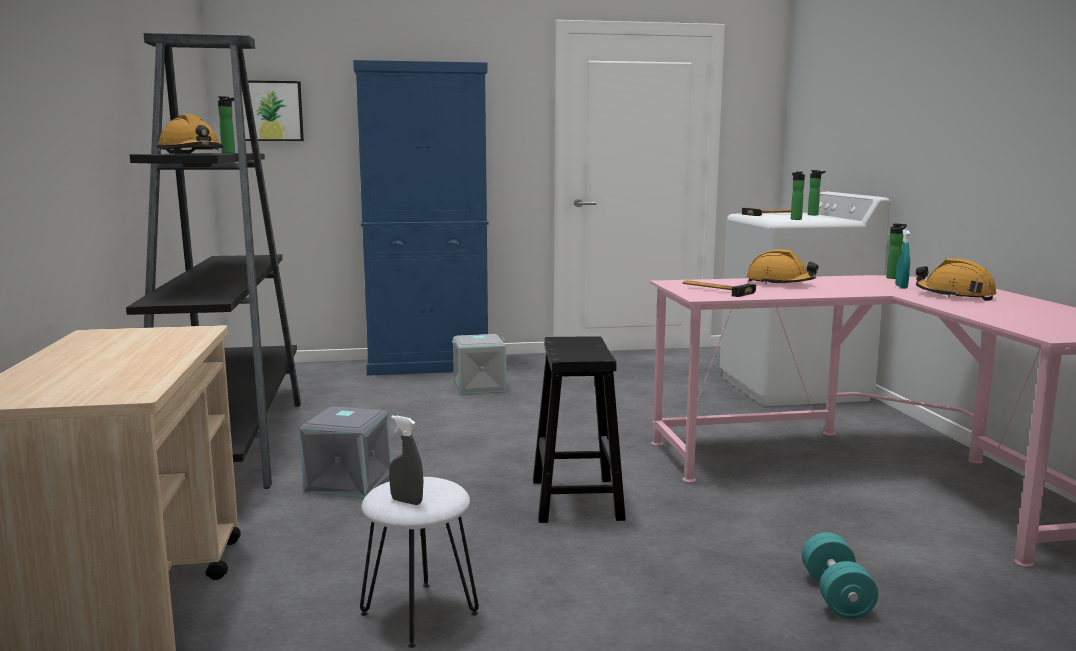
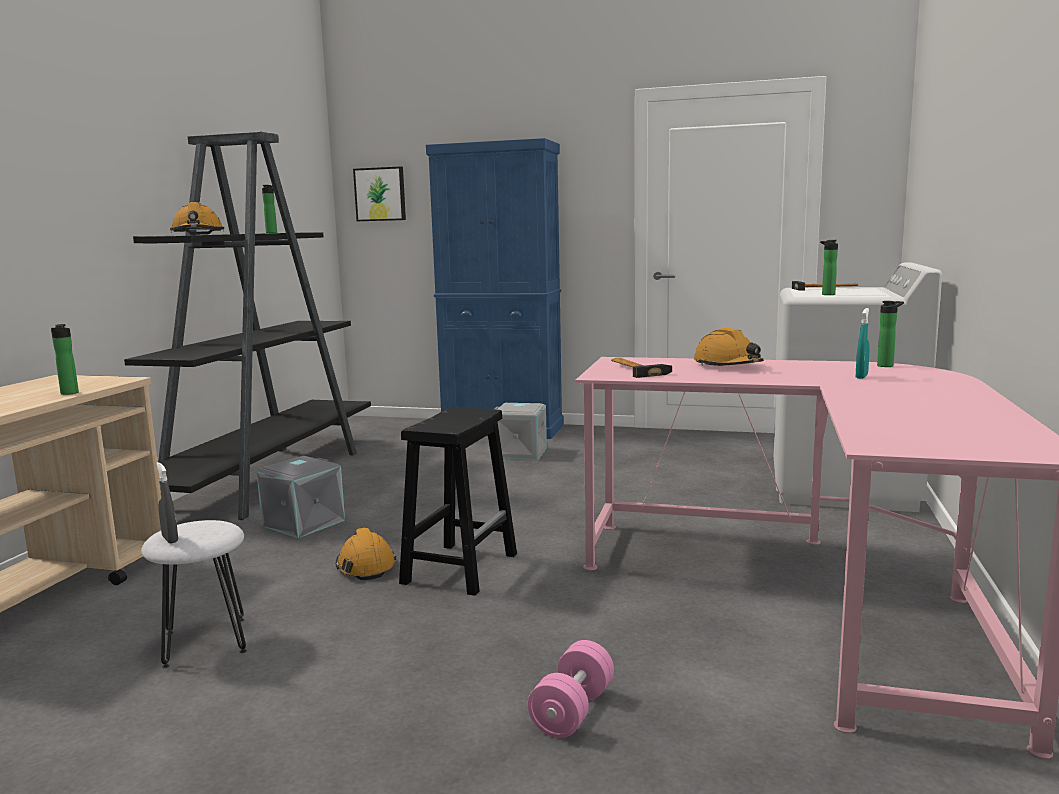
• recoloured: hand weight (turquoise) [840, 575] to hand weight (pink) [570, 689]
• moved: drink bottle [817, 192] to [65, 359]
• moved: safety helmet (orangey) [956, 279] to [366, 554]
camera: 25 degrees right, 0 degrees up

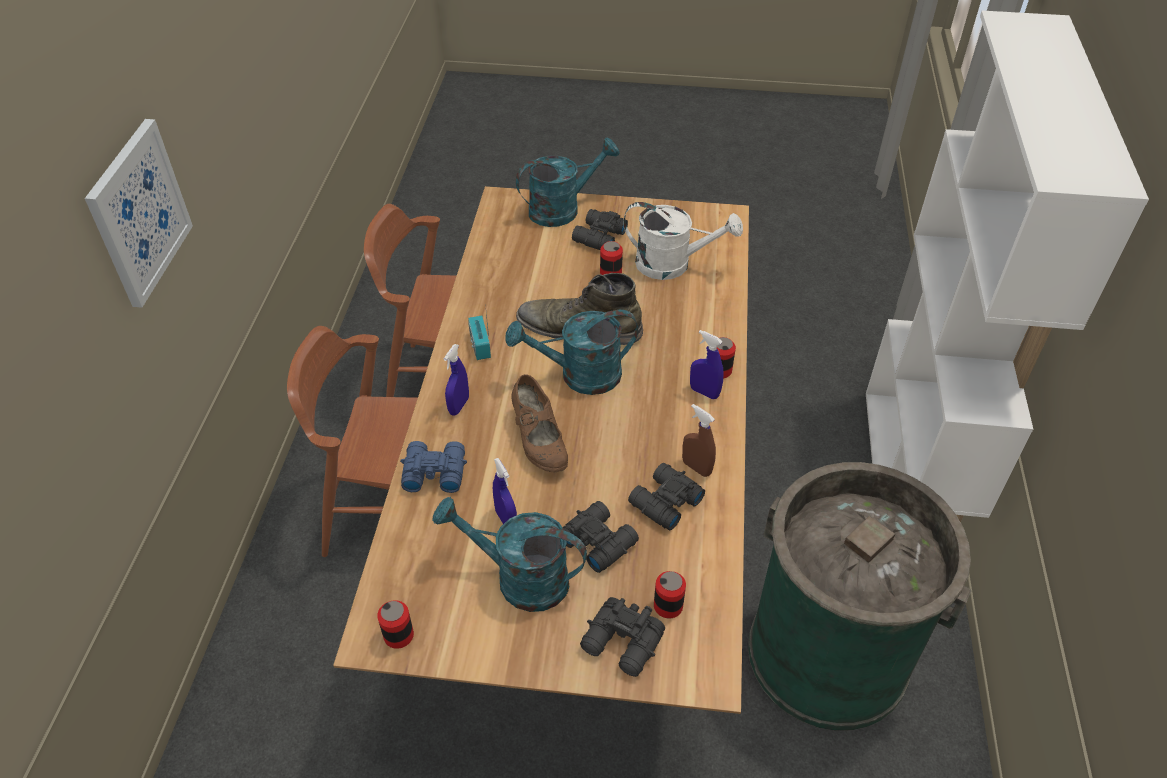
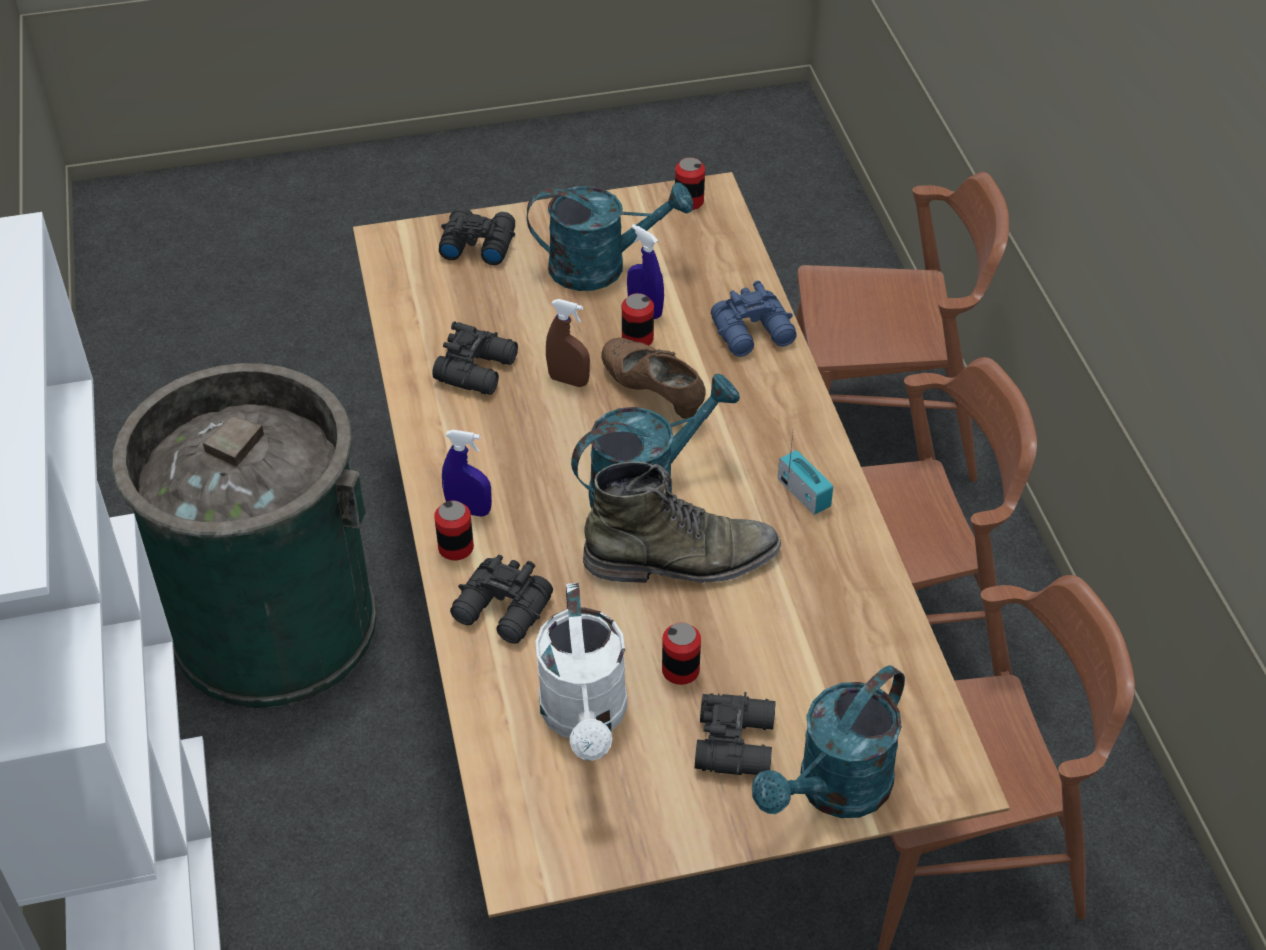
• removed: wall art [139, 213]
• removed: spray bottle (blue) [456, 380]
• moved: field glasses (blackish) [600, 537] to [501, 599]
• turned: watering pot (white-coloured) [683, 241] = [581, 672] 90 degrees counterclockwise
• moved: sealed can [670, 594] to [638, 319]
• moved: spray bottle (brown-coloured) [699, 440] to [568, 343]
• added: plain chair (brown-coloured) [902, 327]
camera: 160 degrees right, 0 degrees up

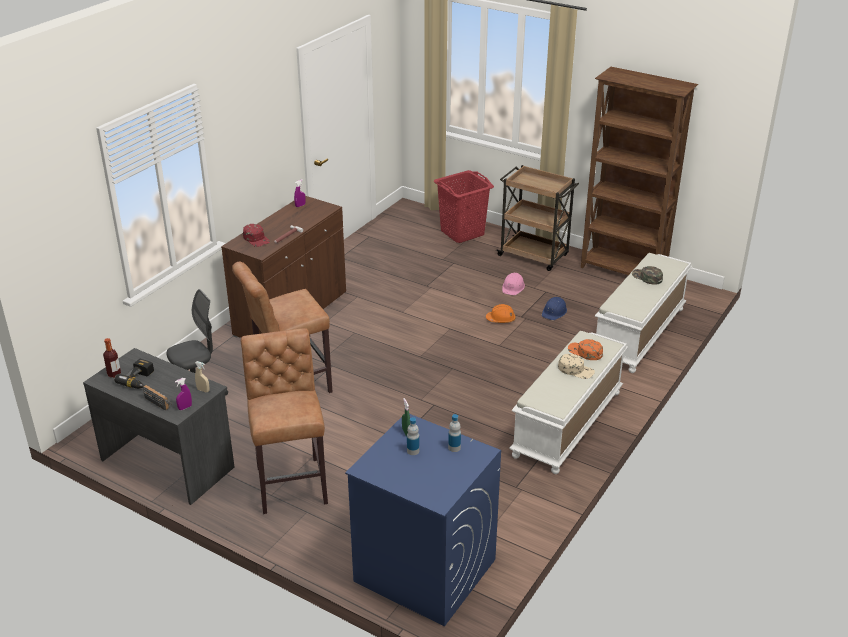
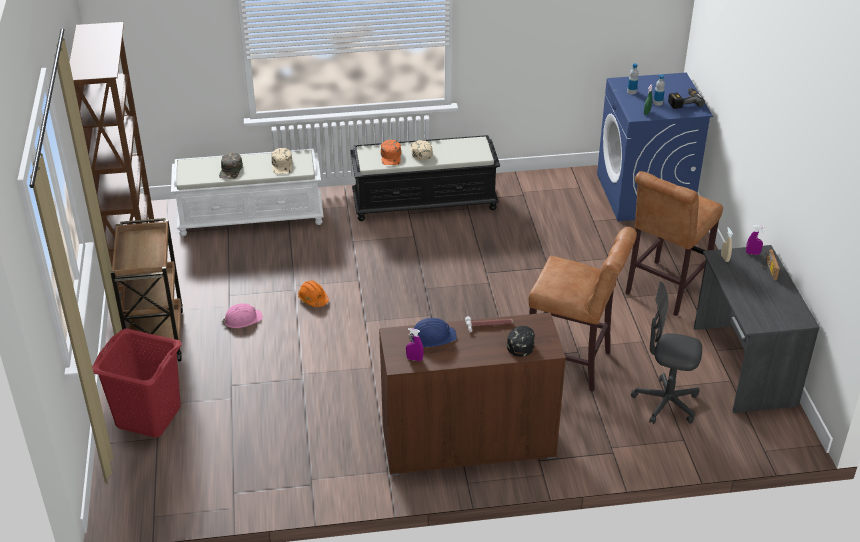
• removed: drink bottle [112, 358]
• moved: power drill [134, 374] to [686, 98]
• recoloured: cap (red) [256, 235] to cap (blackish) [521, 341]
• recoloured: indoor bench (white-coloured) [568, 402] to indoor bench (blackish) [425, 178]
• moved: safety helmet (blue) [554, 308] to [432, 332]
• added: cap (sand-coloured) [282, 161]
camera: 130 degrees left, 5 degrees up

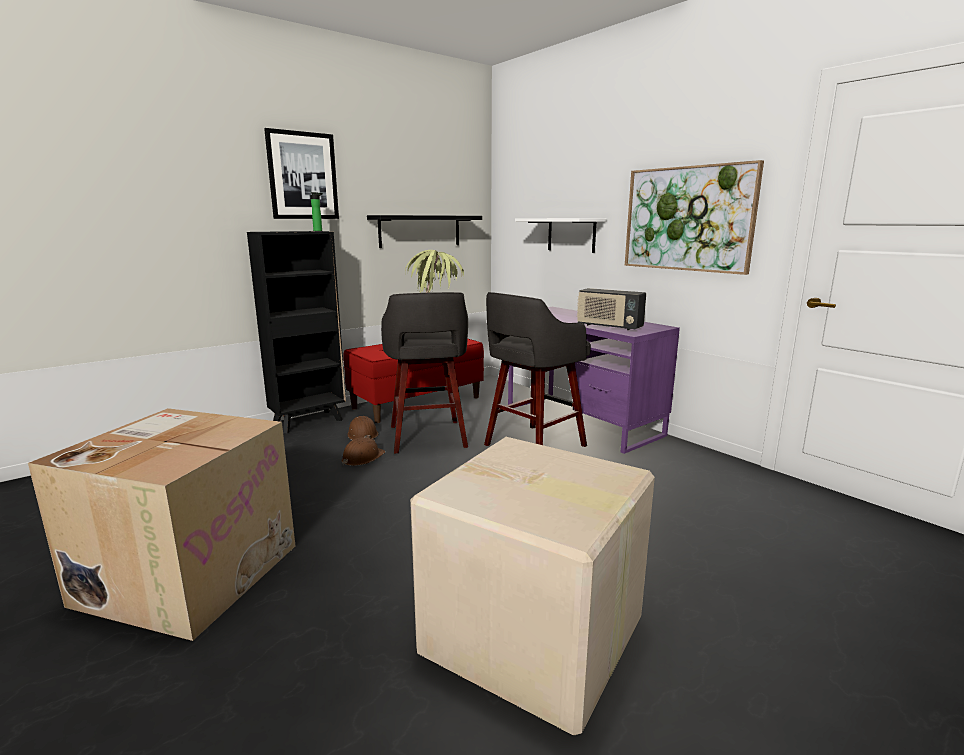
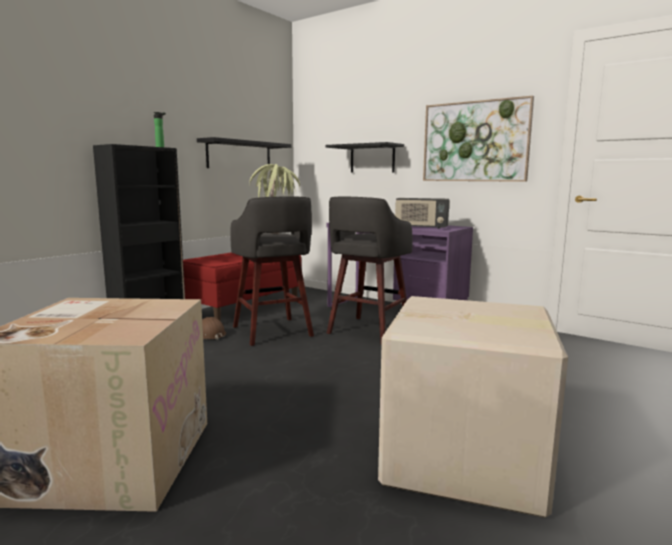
• removed: wall art [301, 173]
• removed: safety helmet (brown-coloured) [363, 451]
• recoloured: wall shelf (white-coloured) [560, 235] to wall shelf (blackish) [364, 157]
camera: 15 degrees left, 5 degrees down

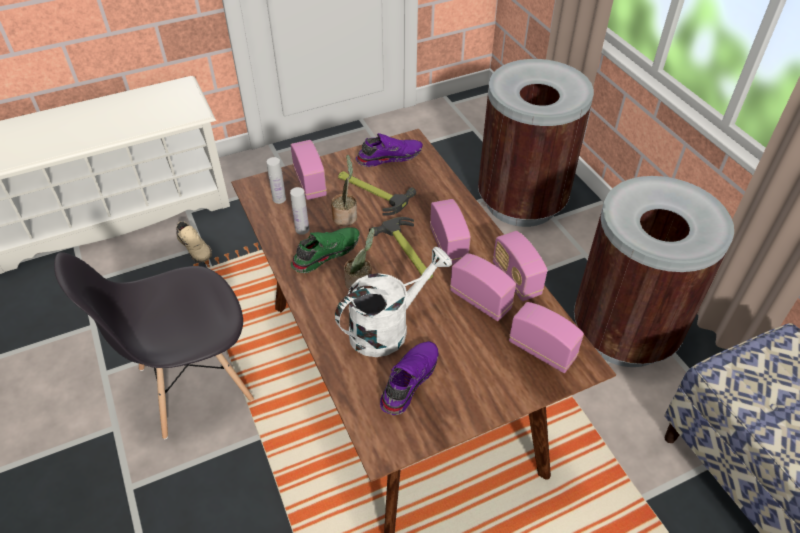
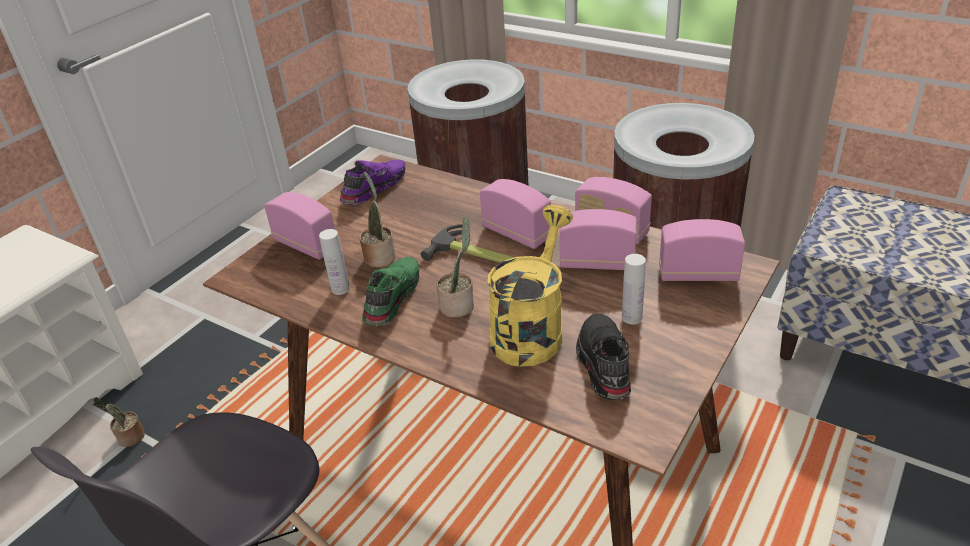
• replaced: item of footwear (sand-coloured) [194, 242] to potted plant [119, 422]
• moved: drink bottle (white-coloured) [276, 180] to [634, 289]
• recoloured: watering pot (white-coloured) [393, 302] to watering pot (yellow) [530, 286]
• removed: hammer [377, 193]
• recoloured: item of footwear (purple) [409, 378] to item of footwear (blackish) [603, 357]
camera: 30 degrees left, 10 degrees down

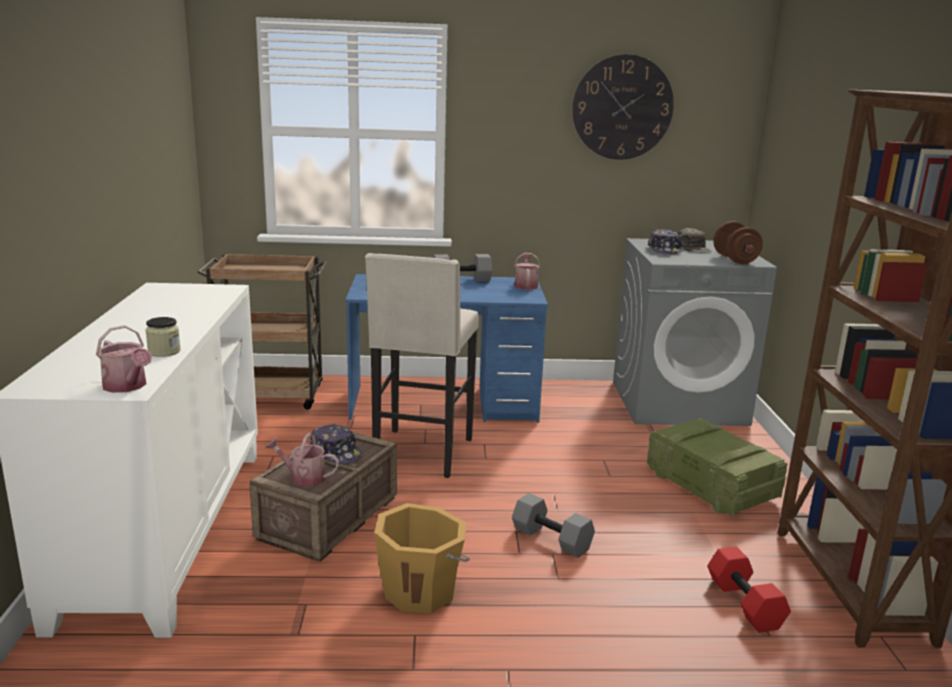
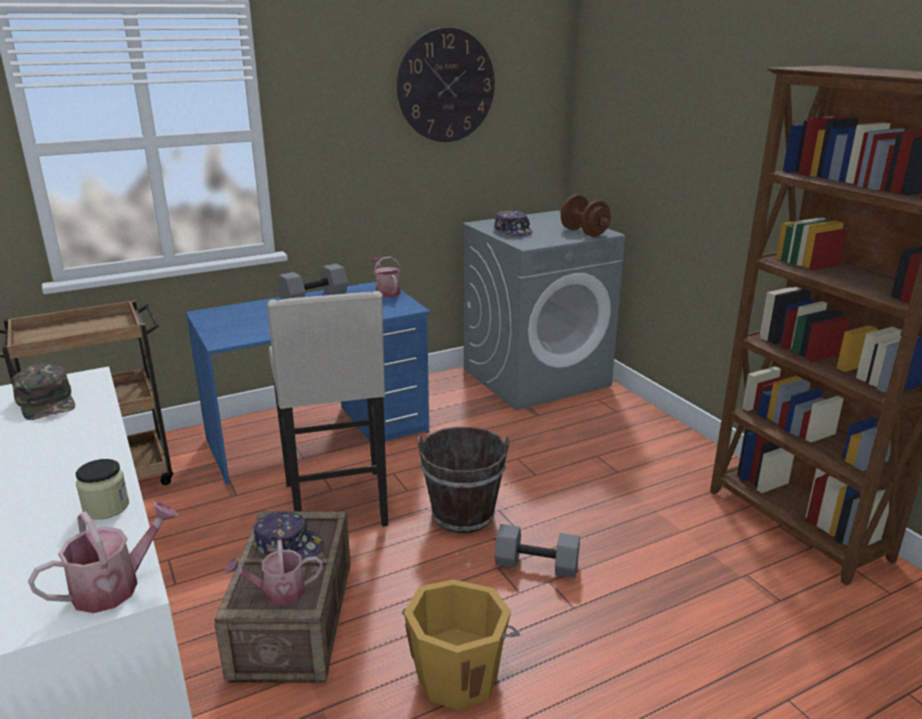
• turned: watering pot [124, 359] = [103, 557] 60 degrees counterclockwise
• removed: packing crate [717, 466]
• moved: cap (greenish) [695, 240] to [43, 391]
• removed: hand weight (red) [749, 590]
• added: pail (brown-coloured) [463, 480]
camera: 25 degrees left, 5 degrees up

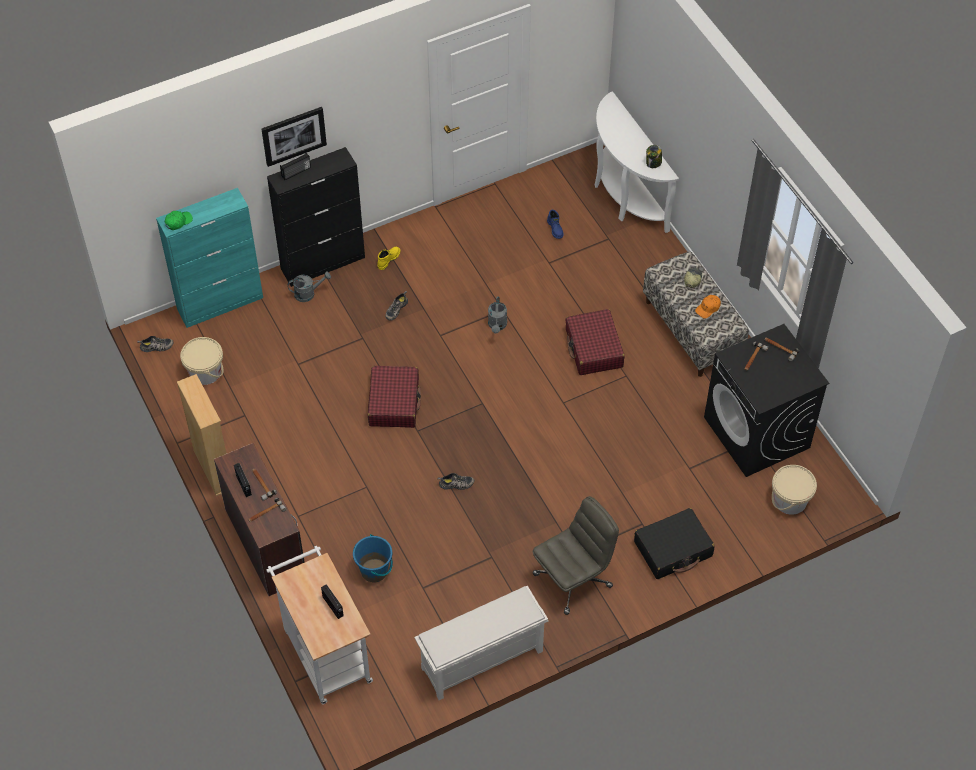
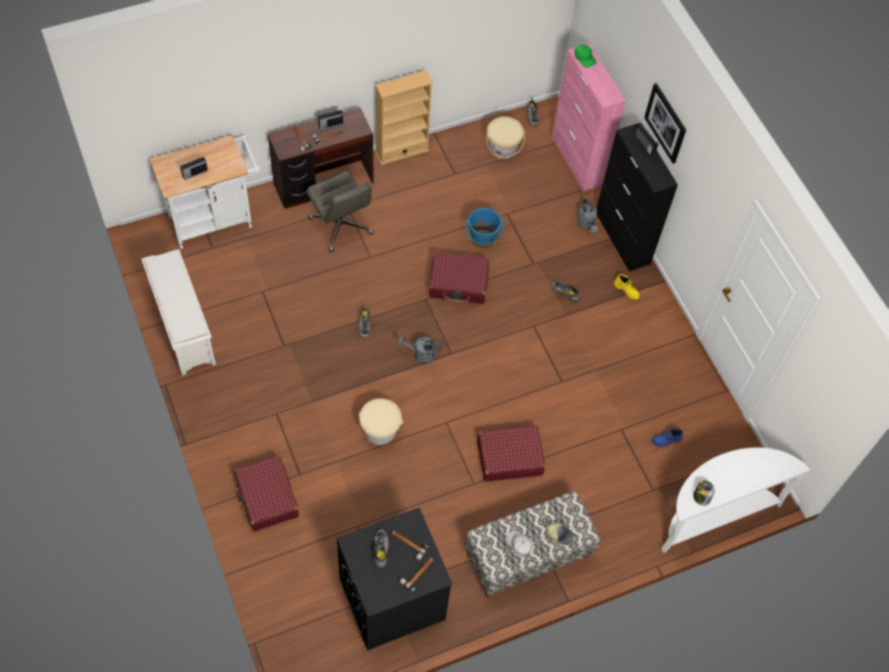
• recoloured: storage cabinet (turquoise) [209, 258] to storage cabinet (pink) [588, 117]
• moved: pail (blue) [373, 558] to [484, 228]
• moved: watering pot (grey) [497, 315] to [419, 350]
• moved: computer chair (grey) [575, 555] to [340, 211]
• recoloured: suitcase (blackish) [674, 543] to suitcase (red) [266, 493]
• recoloured: cap (orangey) [708, 307] to cap (white-coloured) [519, 543]
• moved: pail (sand-coloured) [794, 490] to [381, 421]
• added: item of footwear [381, 548]
camera: 90 degrees right, 5 degrees up

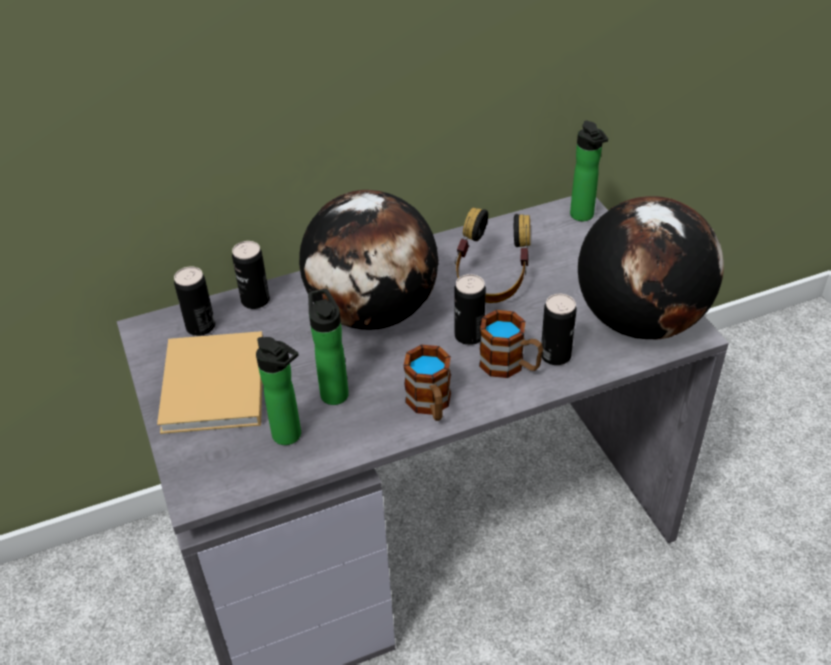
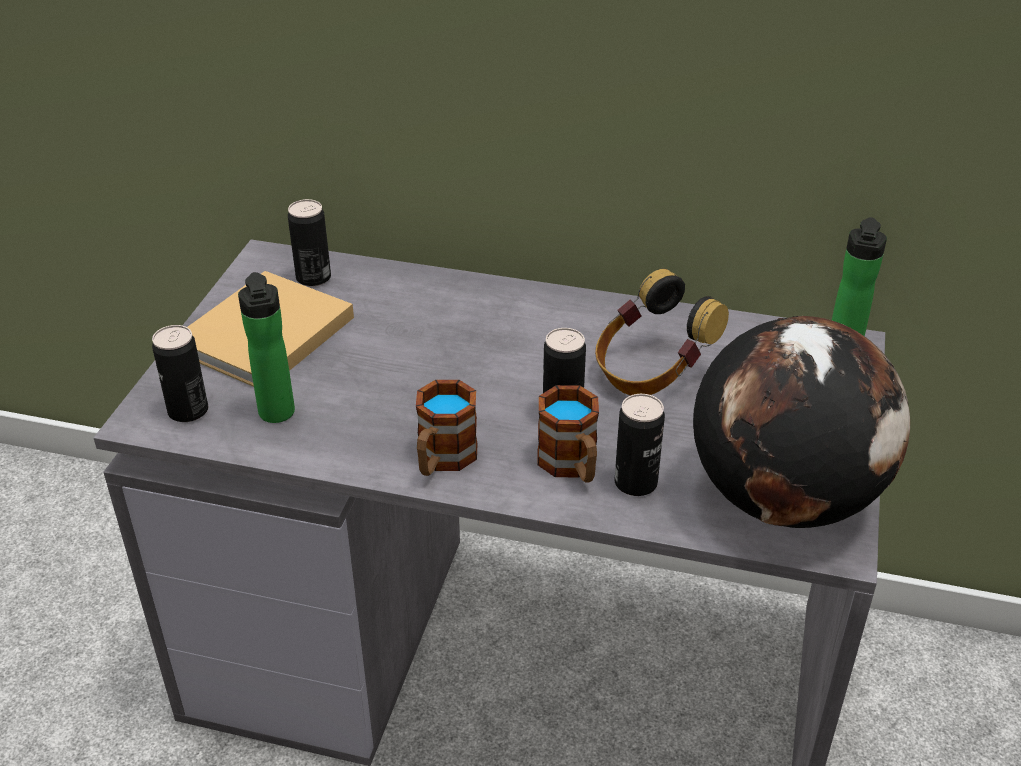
• moved: sealed can [251, 275] to [180, 373]
• removed: world globe [369, 260]
• removed: drink bottle [328, 347]
camera: 35 degrees right, 5 degrees down

